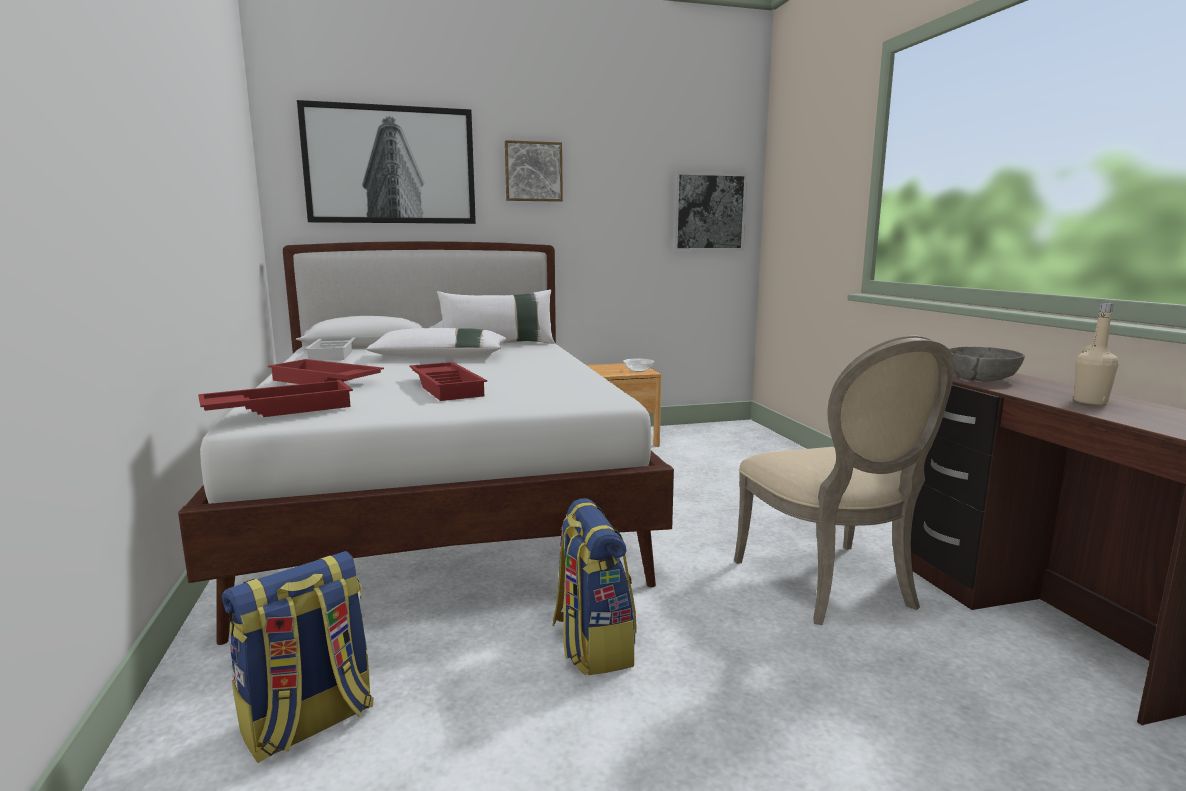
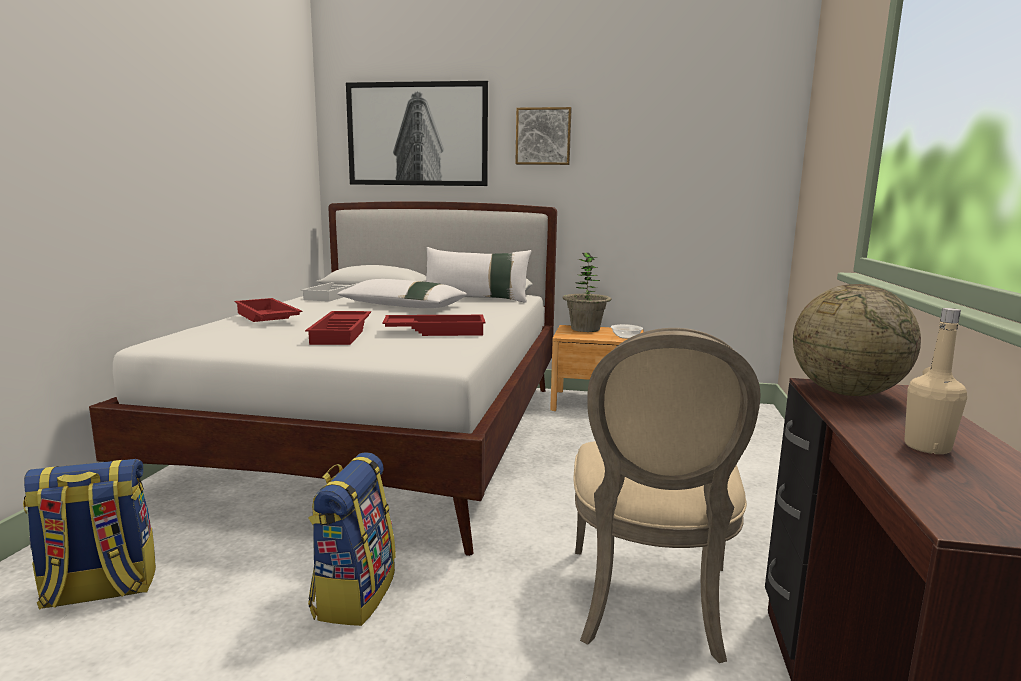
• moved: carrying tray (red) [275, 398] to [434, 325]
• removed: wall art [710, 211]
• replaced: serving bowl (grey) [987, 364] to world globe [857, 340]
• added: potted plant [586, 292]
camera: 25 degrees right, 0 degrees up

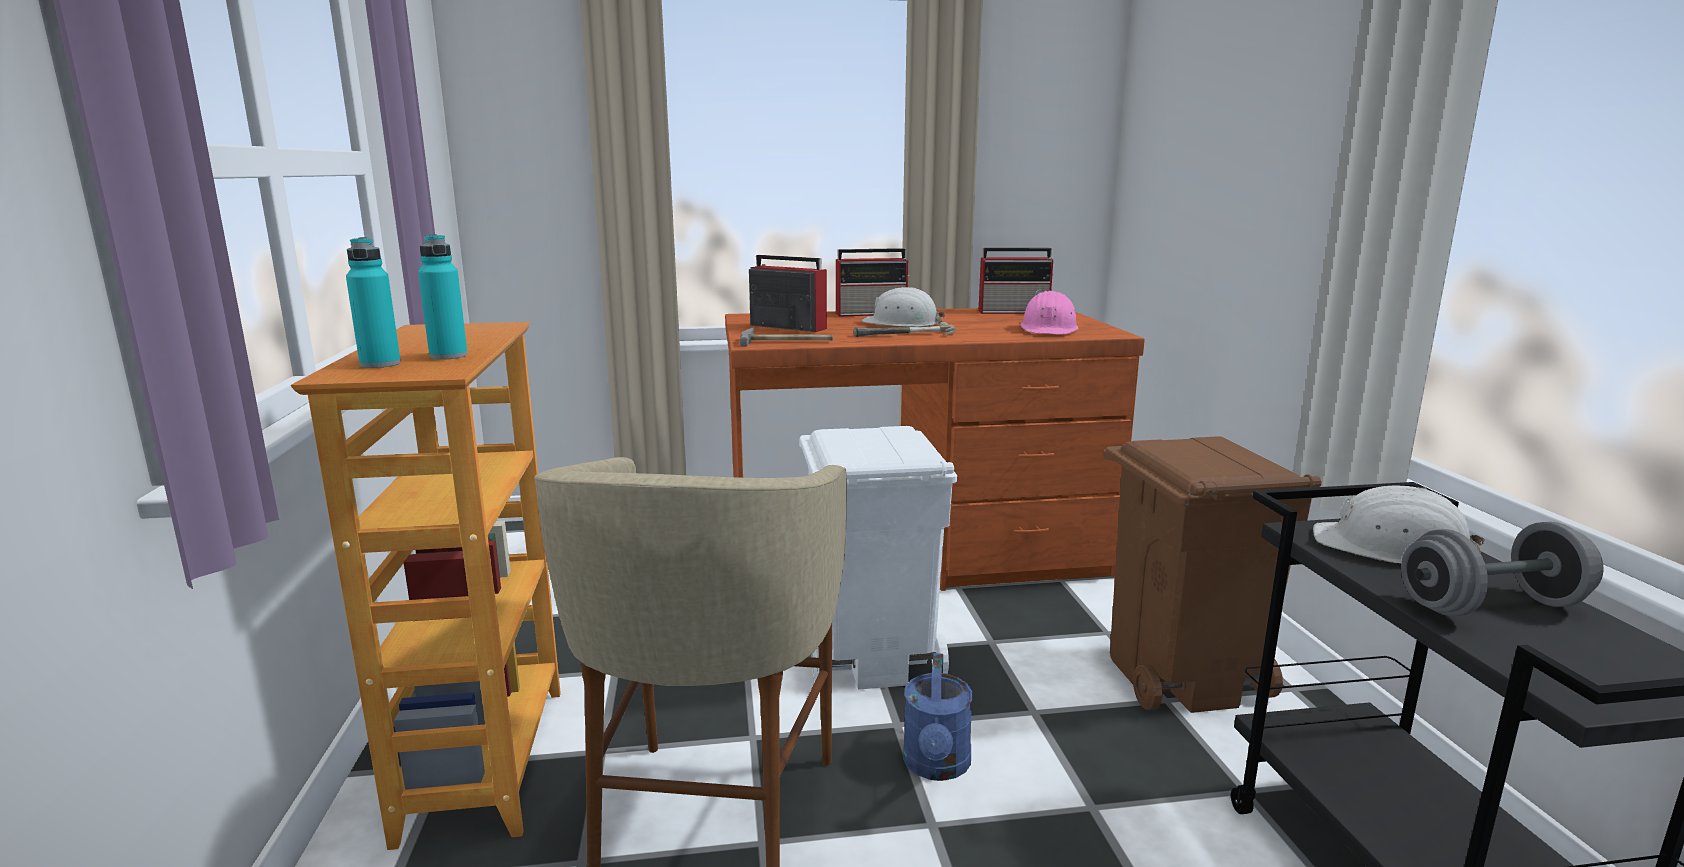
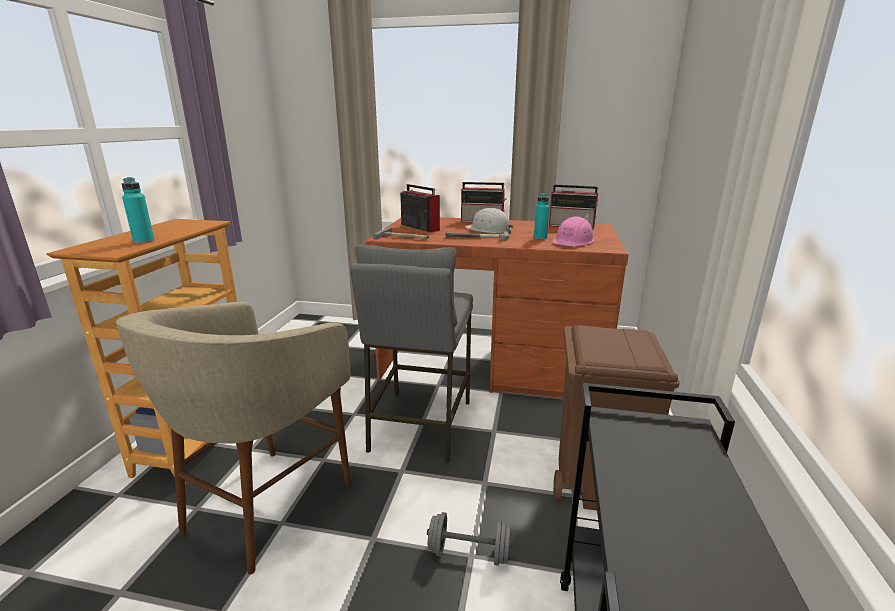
• moved: drink bottle (turquoise) [373, 302] to [541, 216]
• replaced: trash can (white-coloured) [878, 558] to stool seat (grey) [411, 354]
• removed: watering pot (blue) [937, 717]
• removed: safety helmet (white-coloured) [1399, 524]
• moved: hand weight (grey) [1502, 569] to [470, 539]
camera: 20 degrees right, 5 degrees up

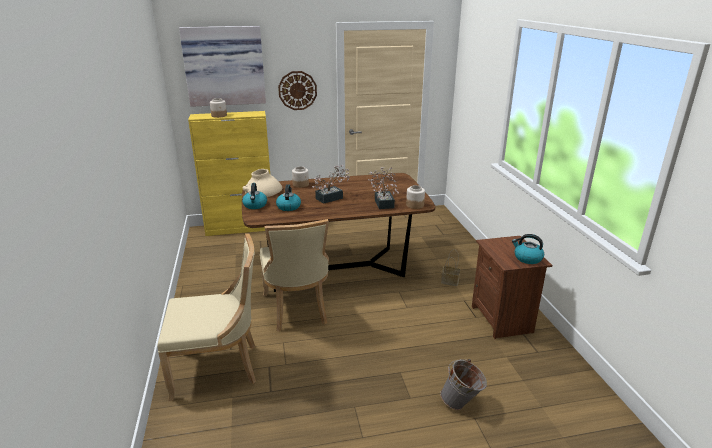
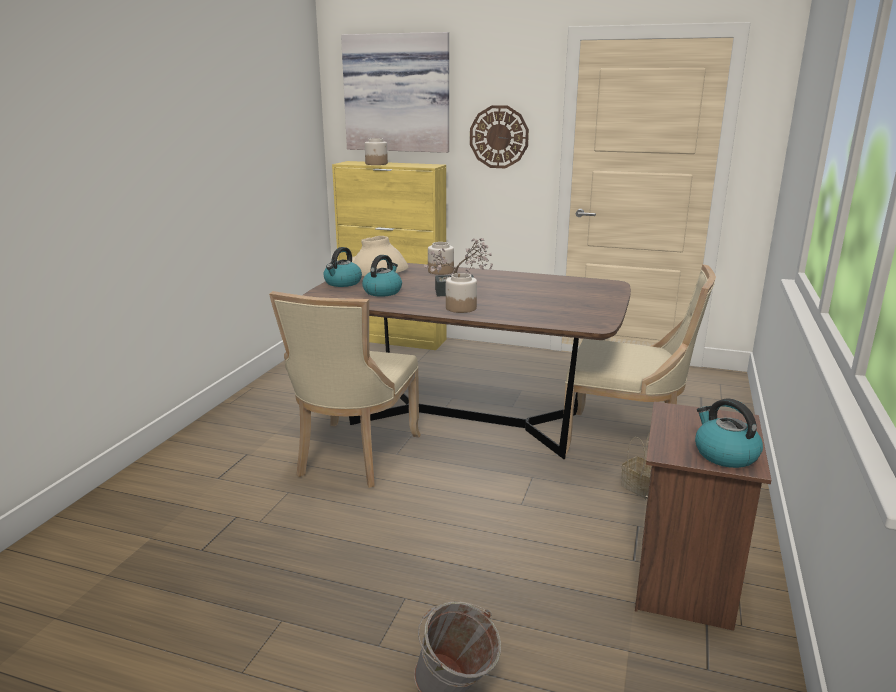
• moved: plain chair (sand-coloured) [206, 317] to [640, 359]
• removed: potted plant [383, 188]
• moved: preserve jar [415, 197] to [461, 293]
camera: 30 degrees right, 5 degrees down

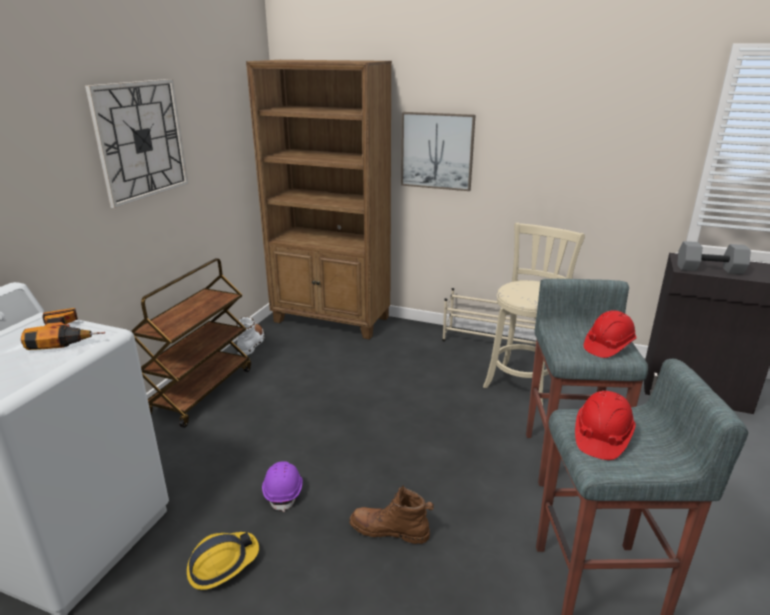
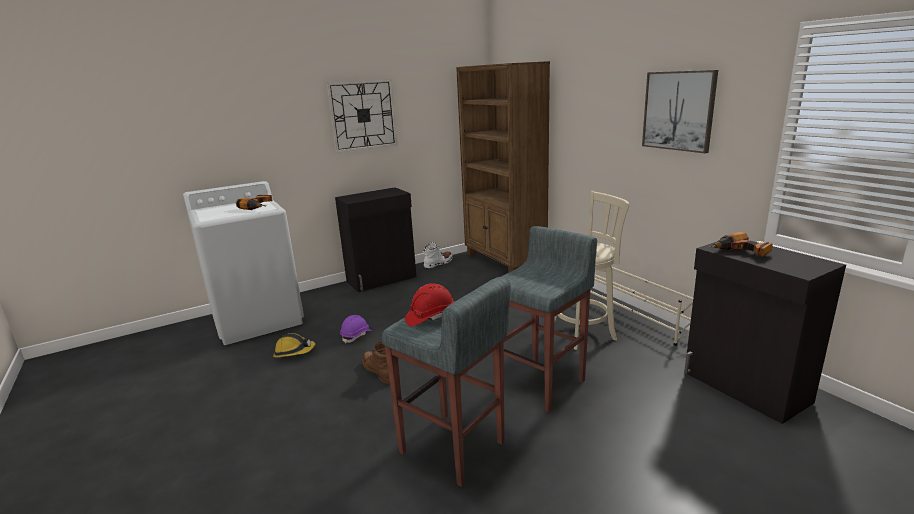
• replaced: cart (brown-coloured) [191, 343] to storage cabinet (blackish) [375, 239]
• moved: wall art [438, 151] to [680, 111]
• removed: safety helmet (red) [610, 334]
• replaced: hand weight (grey) [714, 257] to power drill [740, 244]
camera: 40 degrees right, 5 degrees down

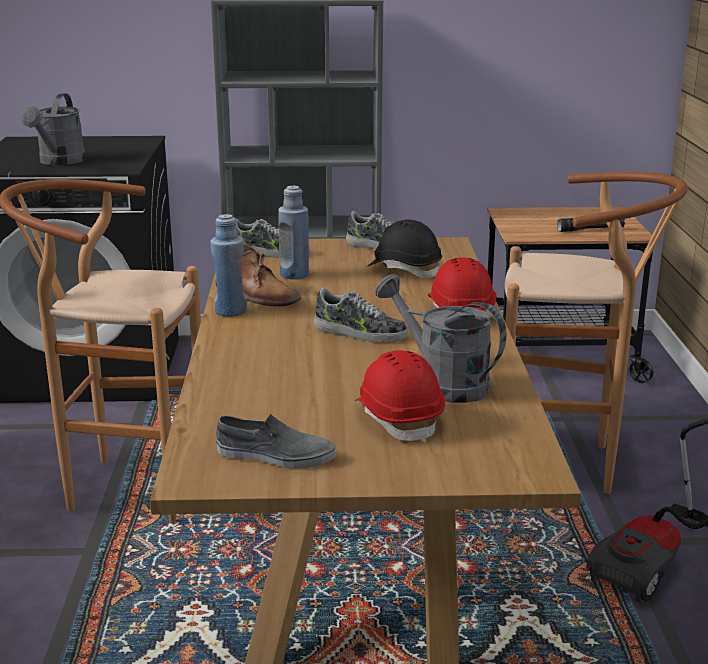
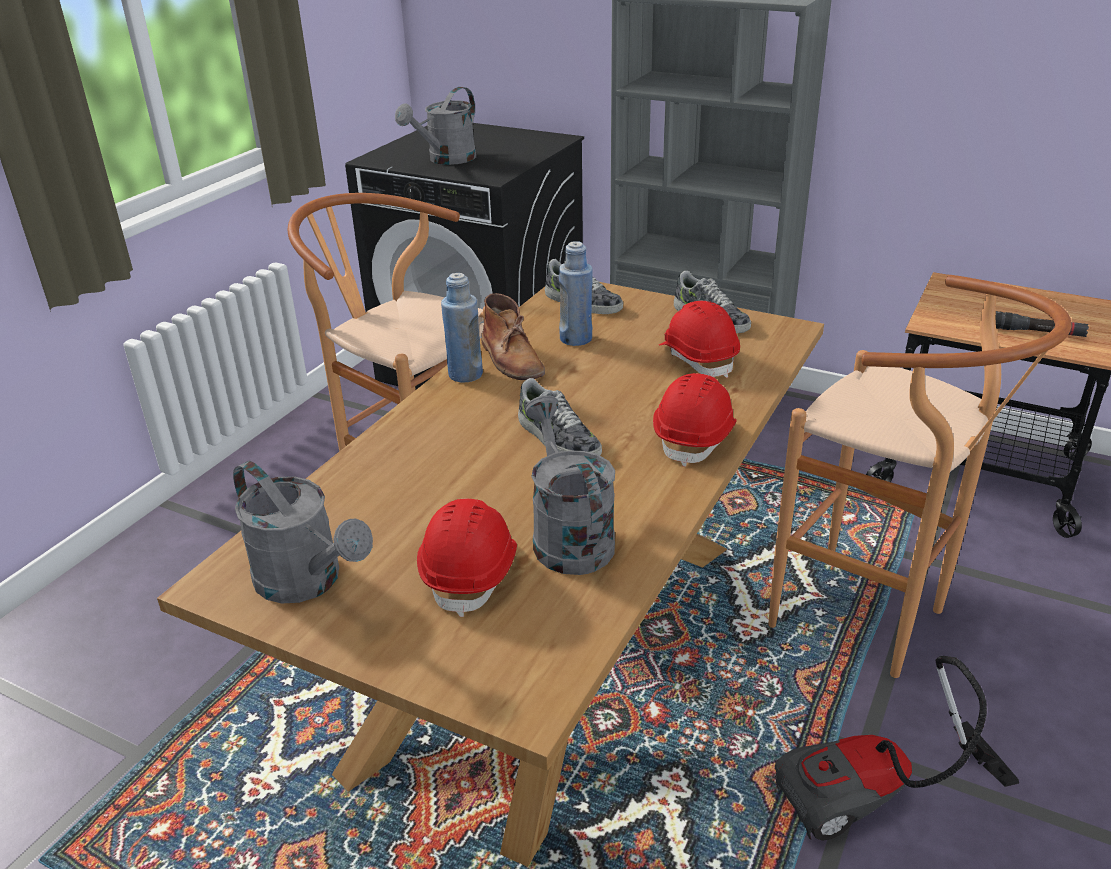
• replaced: item of footwear (grey) [276, 441] to watering pot (grey) [303, 532]
• recoloured: safety helmet (blackish) [405, 248] to safety helmet (red) [699, 339]
camera: 30 degrees right, 10 degrees up

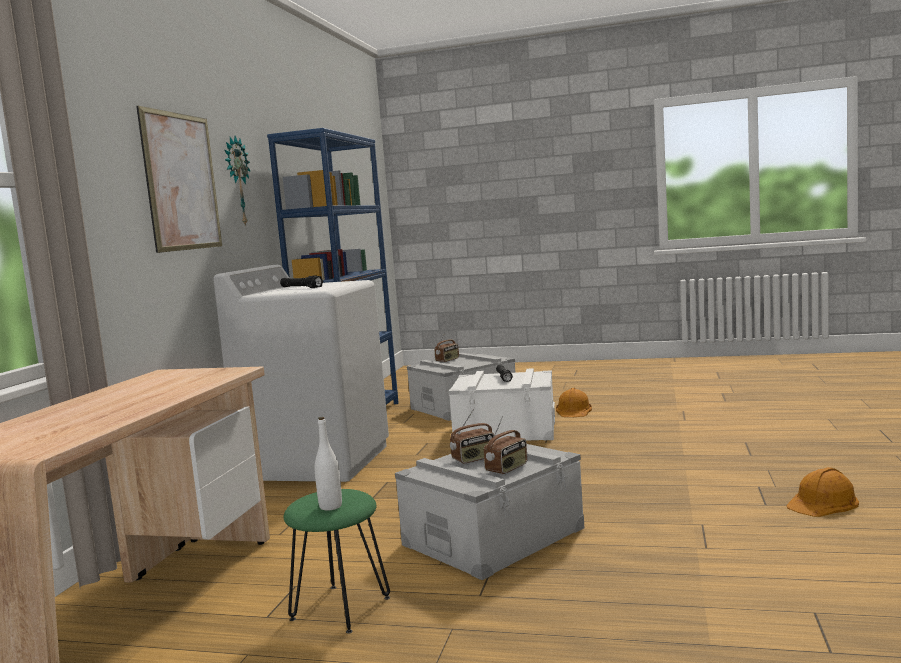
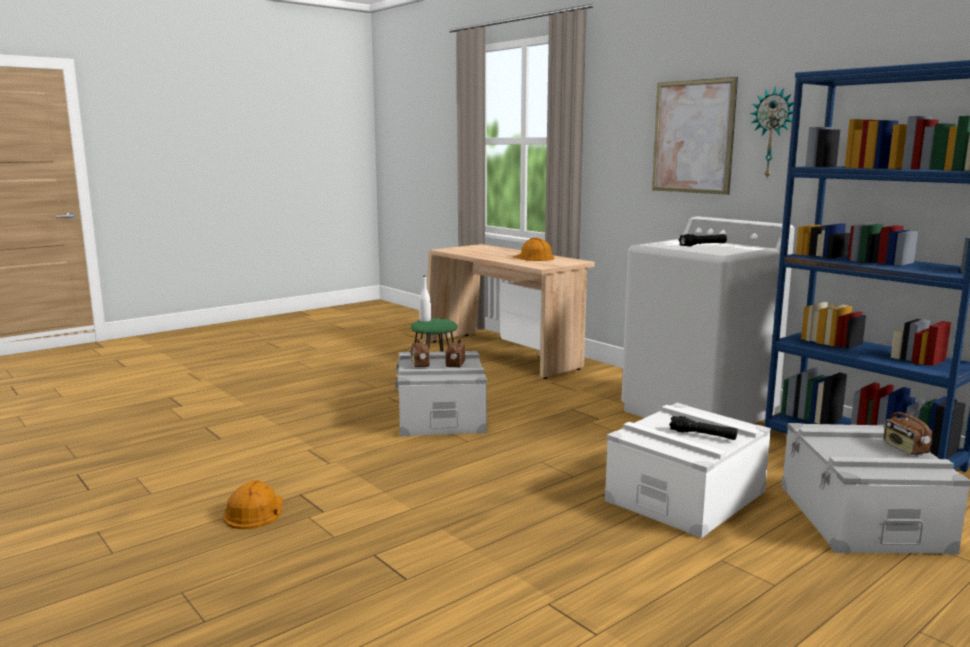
• moved: safety helmet (orangey) [574, 402] to [533, 249]
camera: 125 degrees right, 5 degrees up

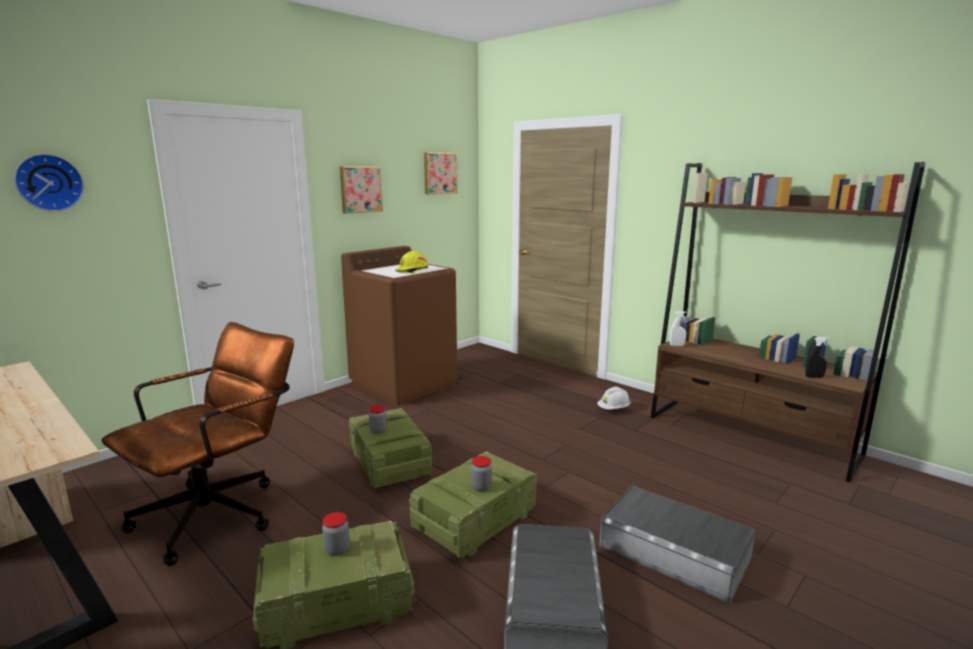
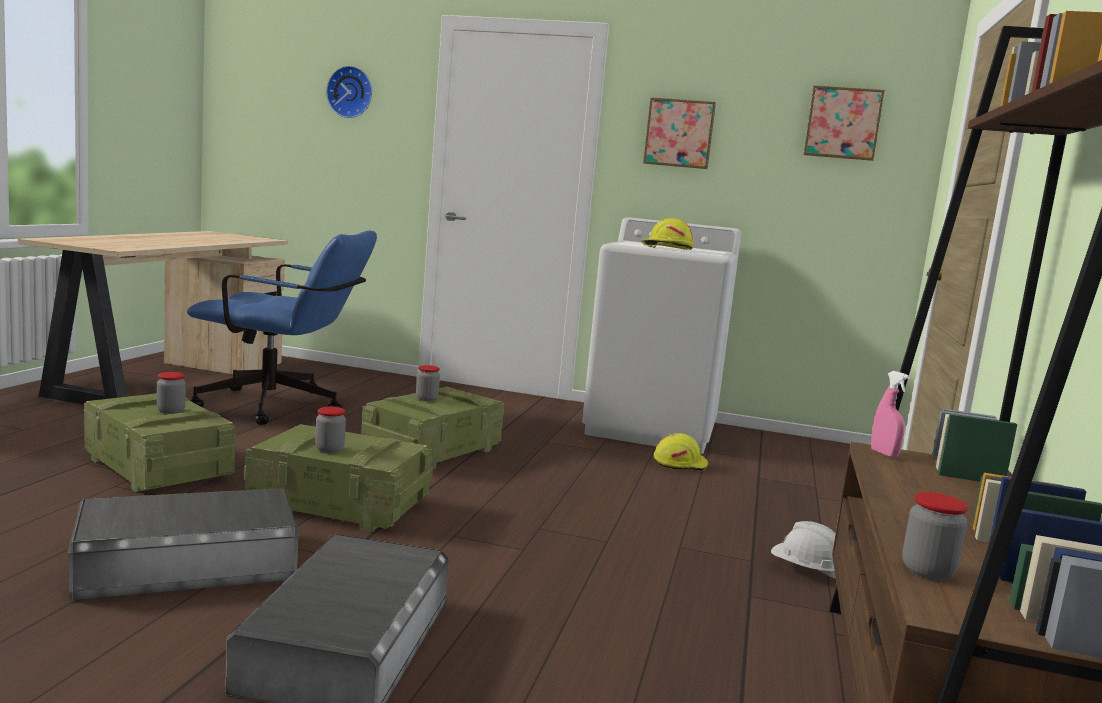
• recoloured: computer chair (brown-coloured) [198, 444] to computer chair (blue) [282, 328]
• recoloured: laundry appliance (brown-coloured) [399, 325] to laundry appliance (white-coloured) [662, 335]
• recoloured: spray bottle (white-coloured) [678, 328] to spray bottle (pink) [890, 414]
• replaced: spray bottle (blackish) [817, 357] to preserve jar [935, 536]
• added: safety helmet (yellow) [681, 452]
camera: 60 degrees right, 5 degrees down

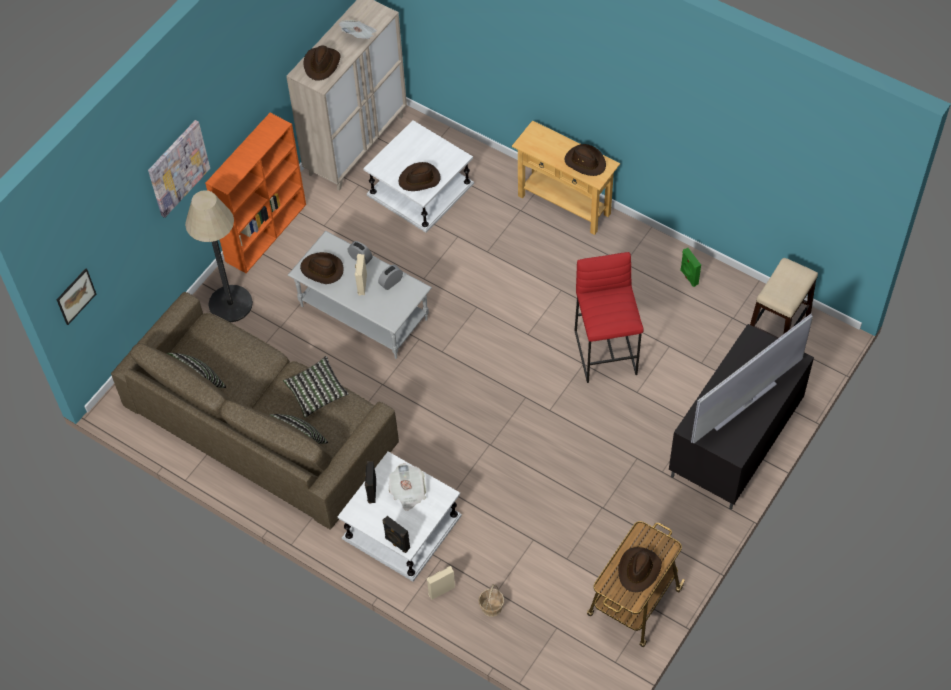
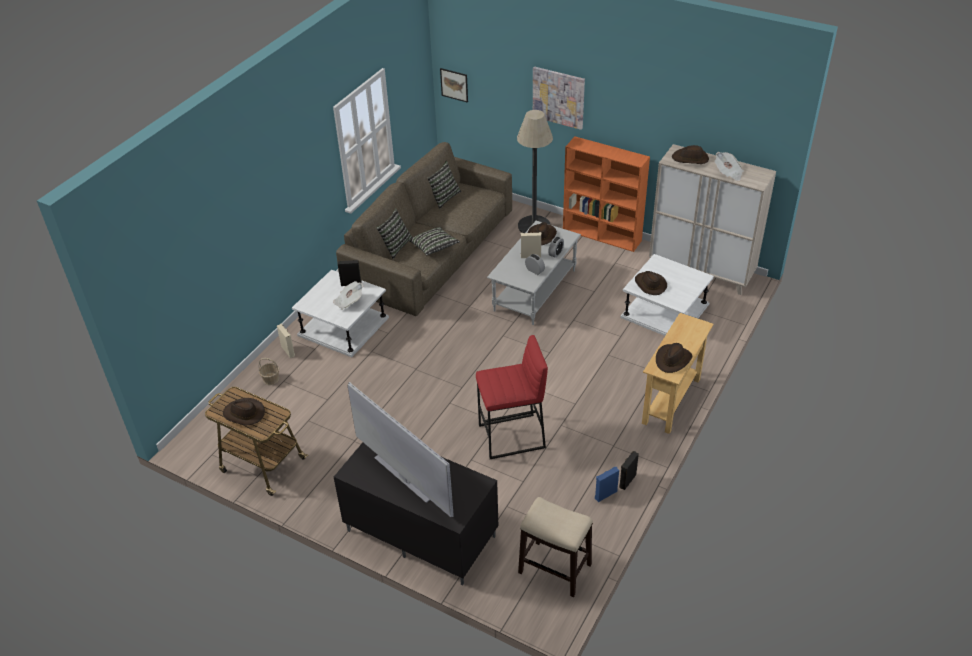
• moved: audio speaker (blackish) [396, 534] to [629, 470]
• recoloured: audio speaker (greenish) [690, 267] to audio speaker (blue) [607, 484]
camera: 85 degrees right, 15 degrees down

